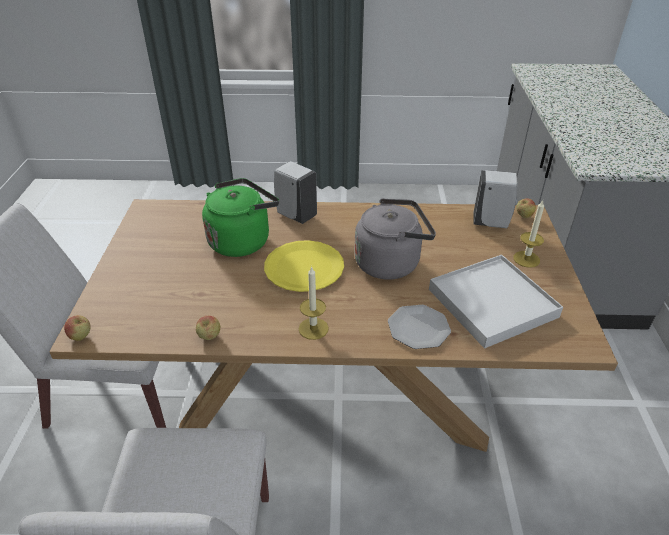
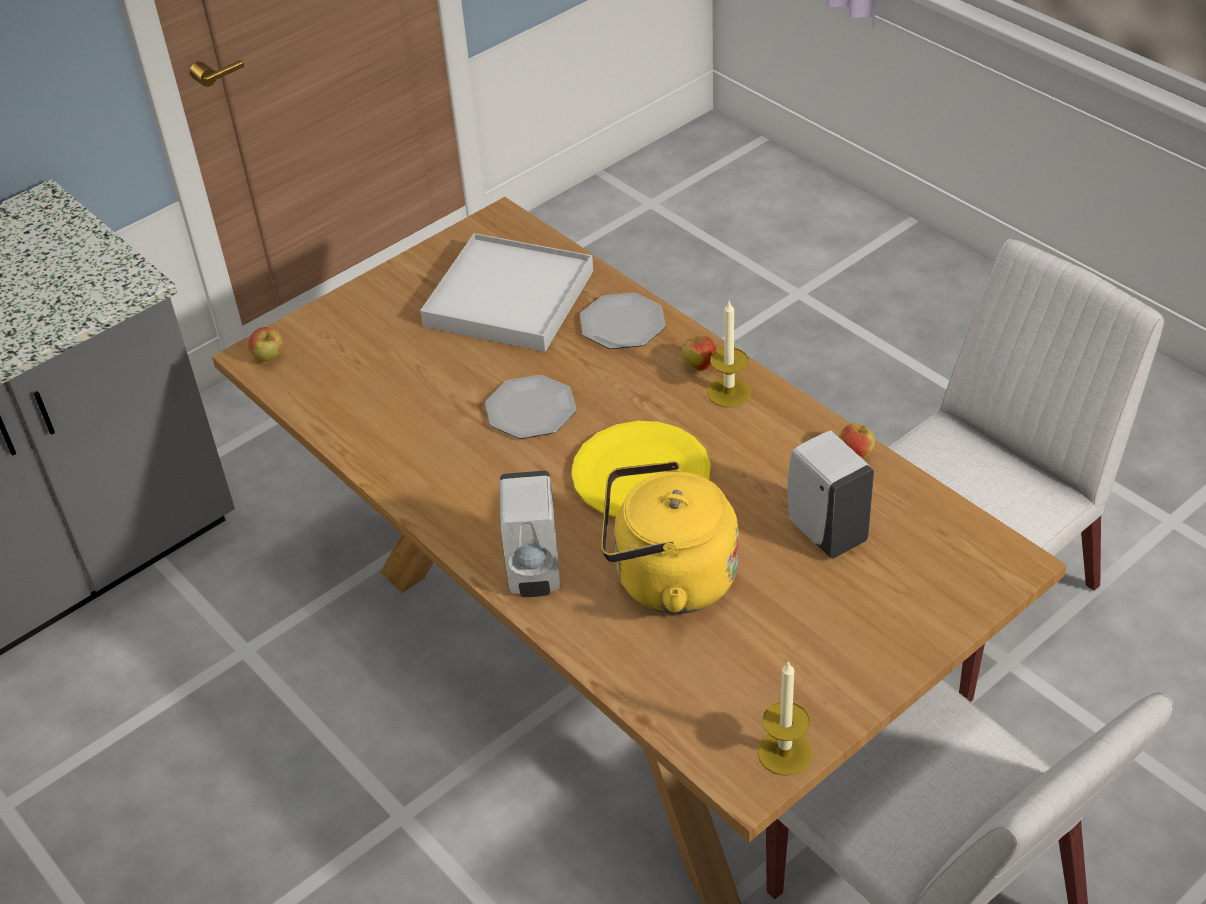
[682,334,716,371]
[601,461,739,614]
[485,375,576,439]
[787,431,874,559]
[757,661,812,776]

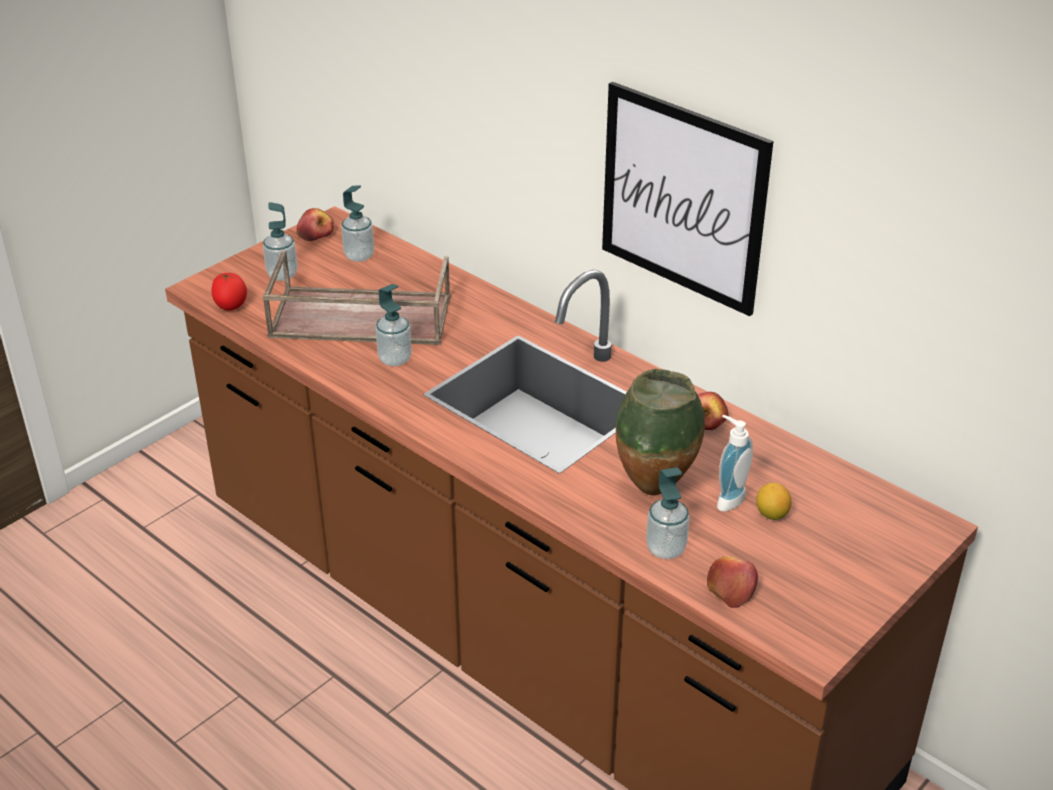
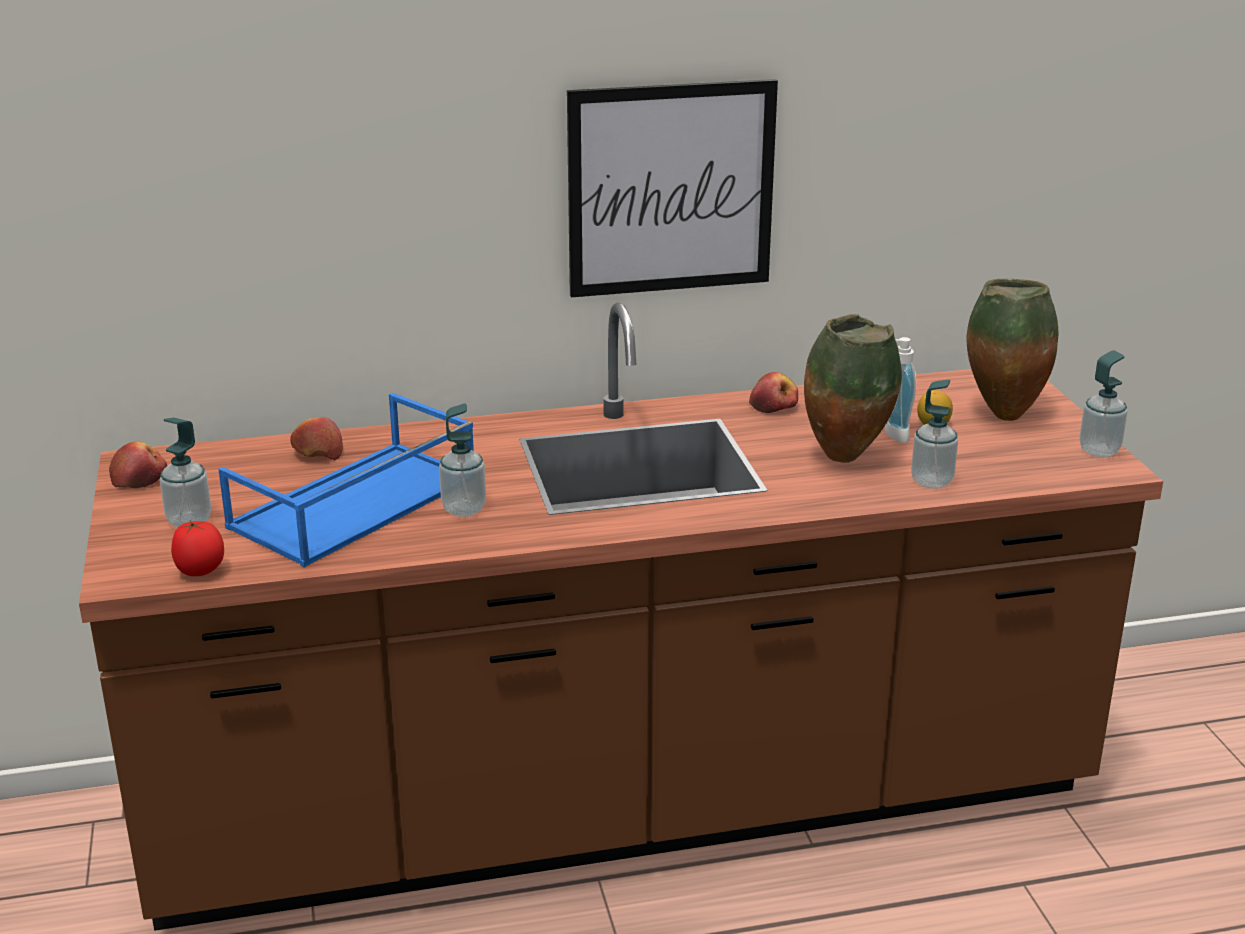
[218,393,474,567]
[1079,350,1128,457]
[290,417,343,460]
[966,279,1058,421]

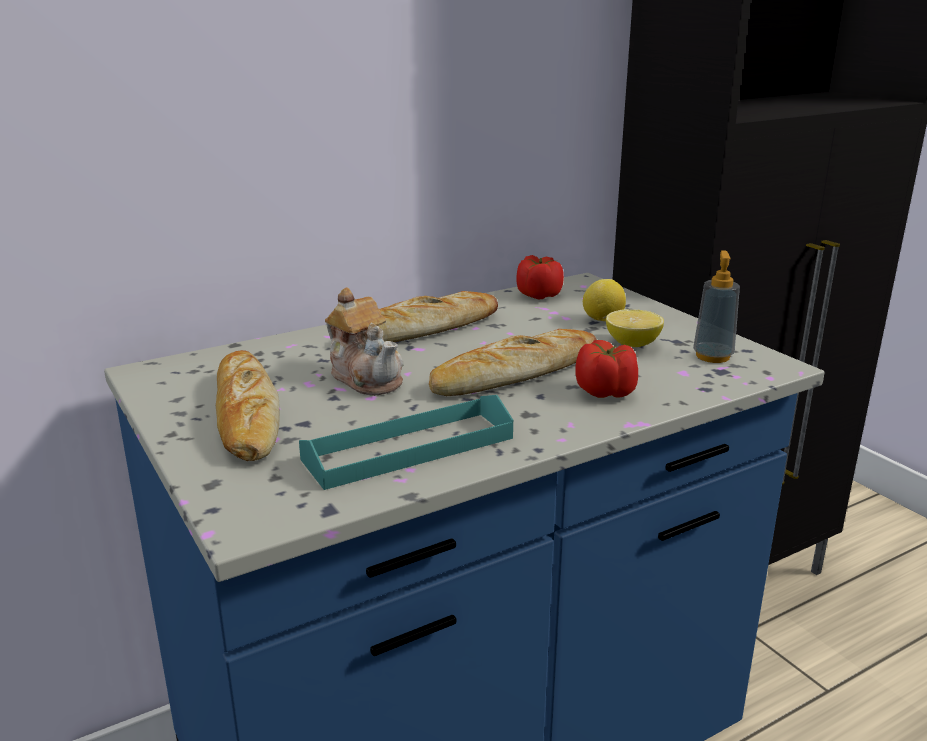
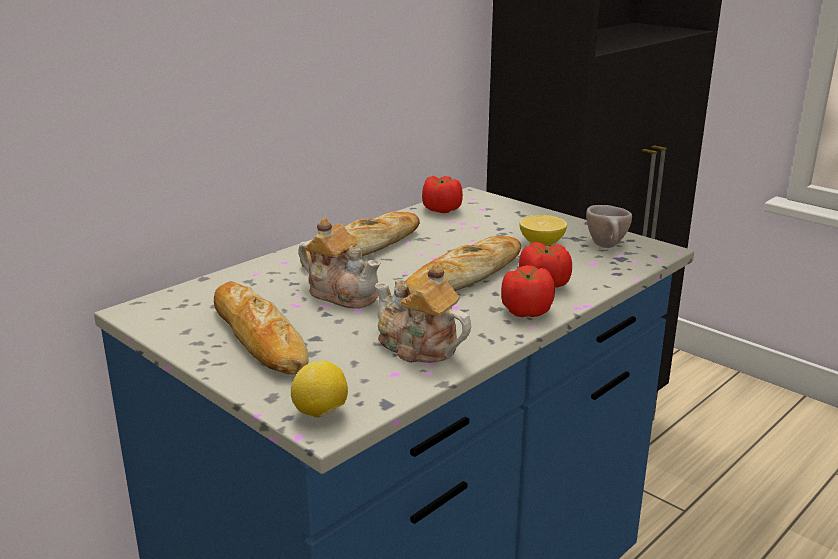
[374,263,471,363]
[291,361,348,417]
[586,205,632,248]
[501,265,555,317]

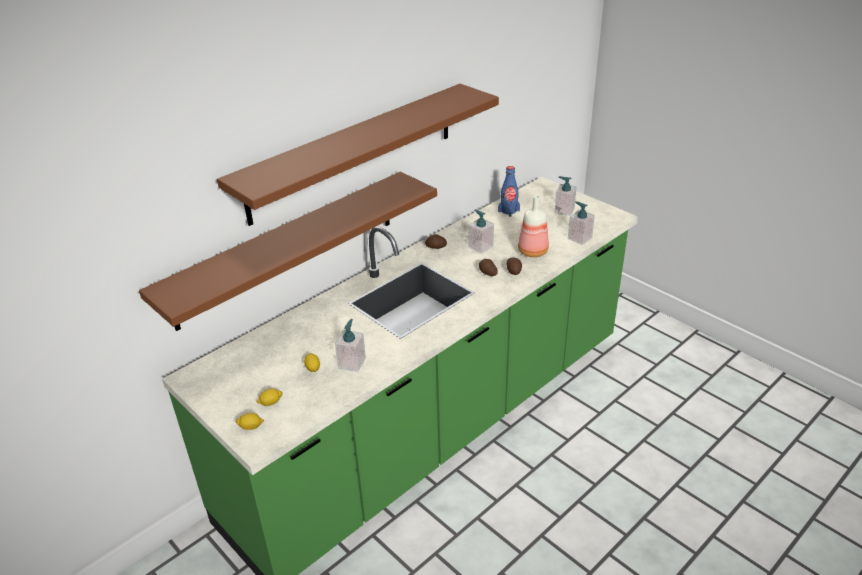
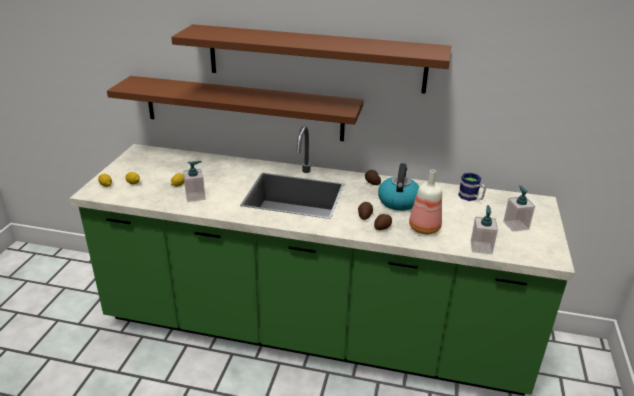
[378,163,419,211]
[458,173,486,201]

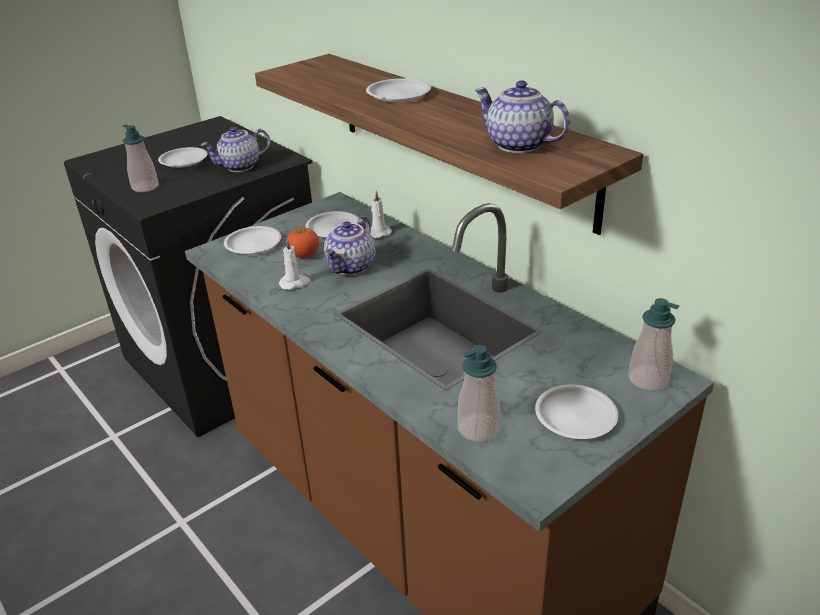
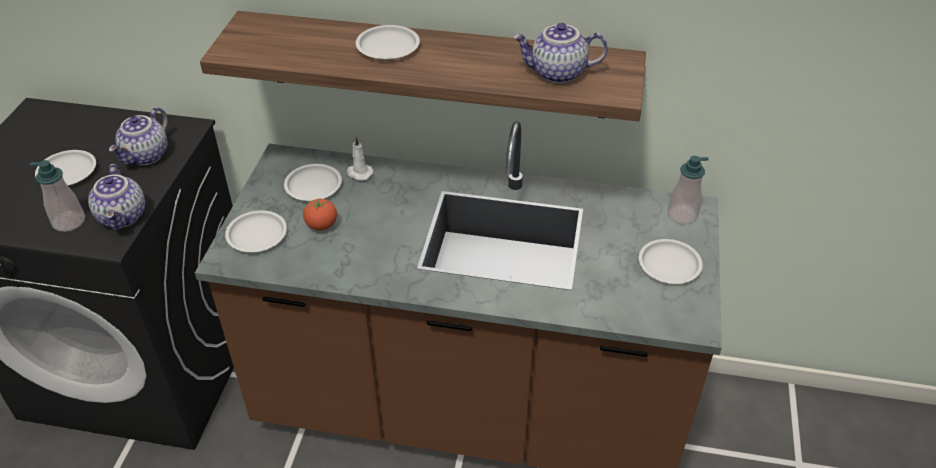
[279,238,310,290] (first image)
[88,164,145,230]
[457,345,501,442] (first image)

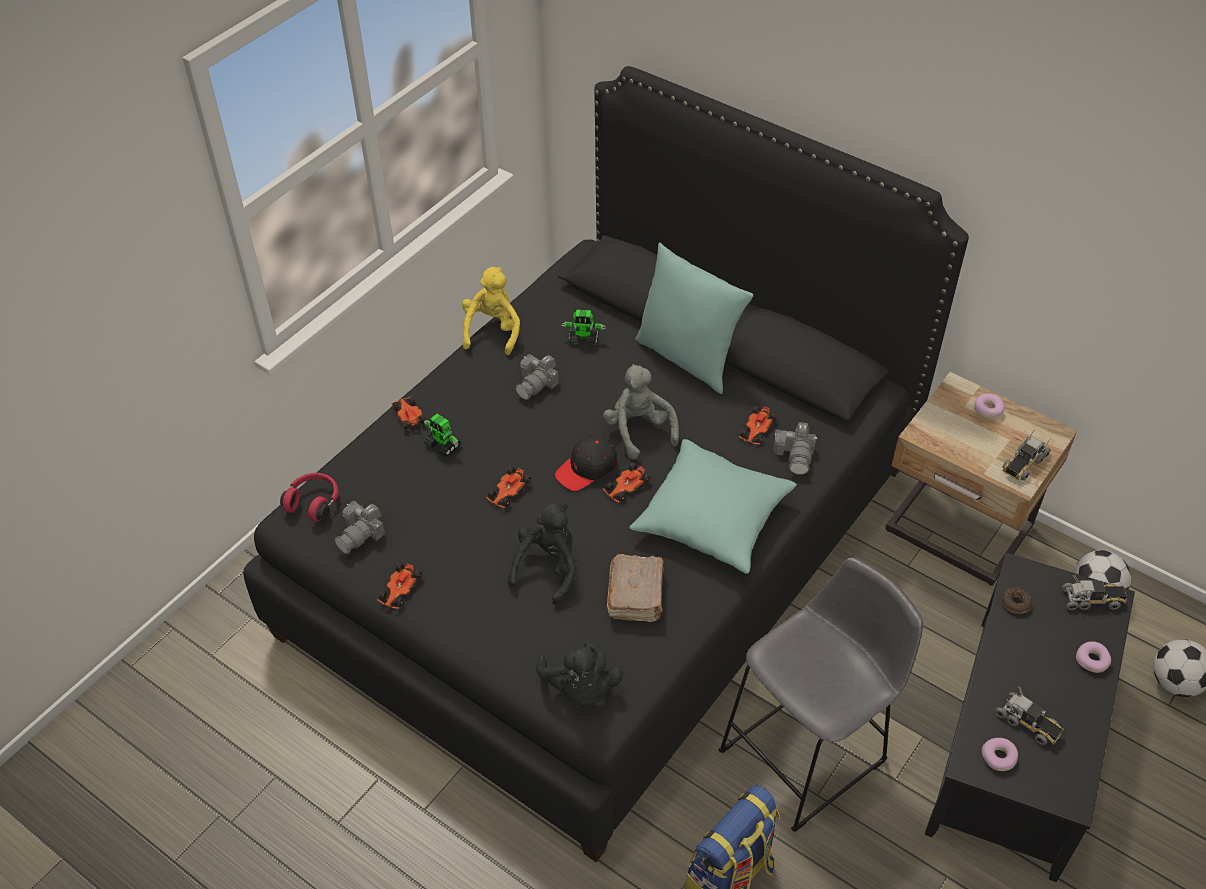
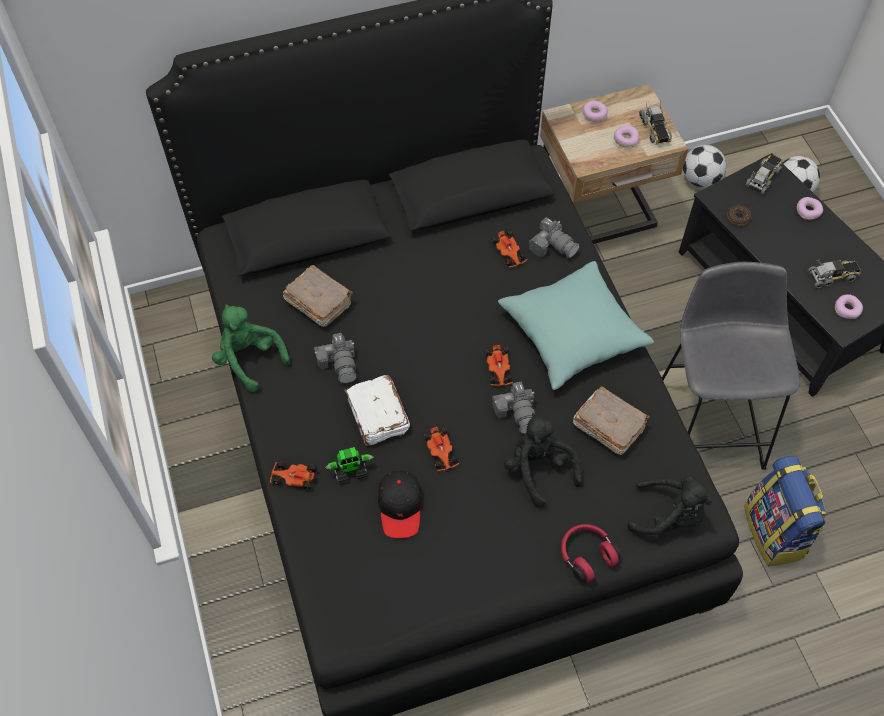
[561,524,621,582]
[492,382,535,434]
[377,563,422,609] (first image)
[212,304,290,392]
[378,470,422,538]
[283,265,353,327]
[603,364,679,459] (first image)
[635,242,753,394] (first image)
[344,375,410,446]
[614,126,640,148]

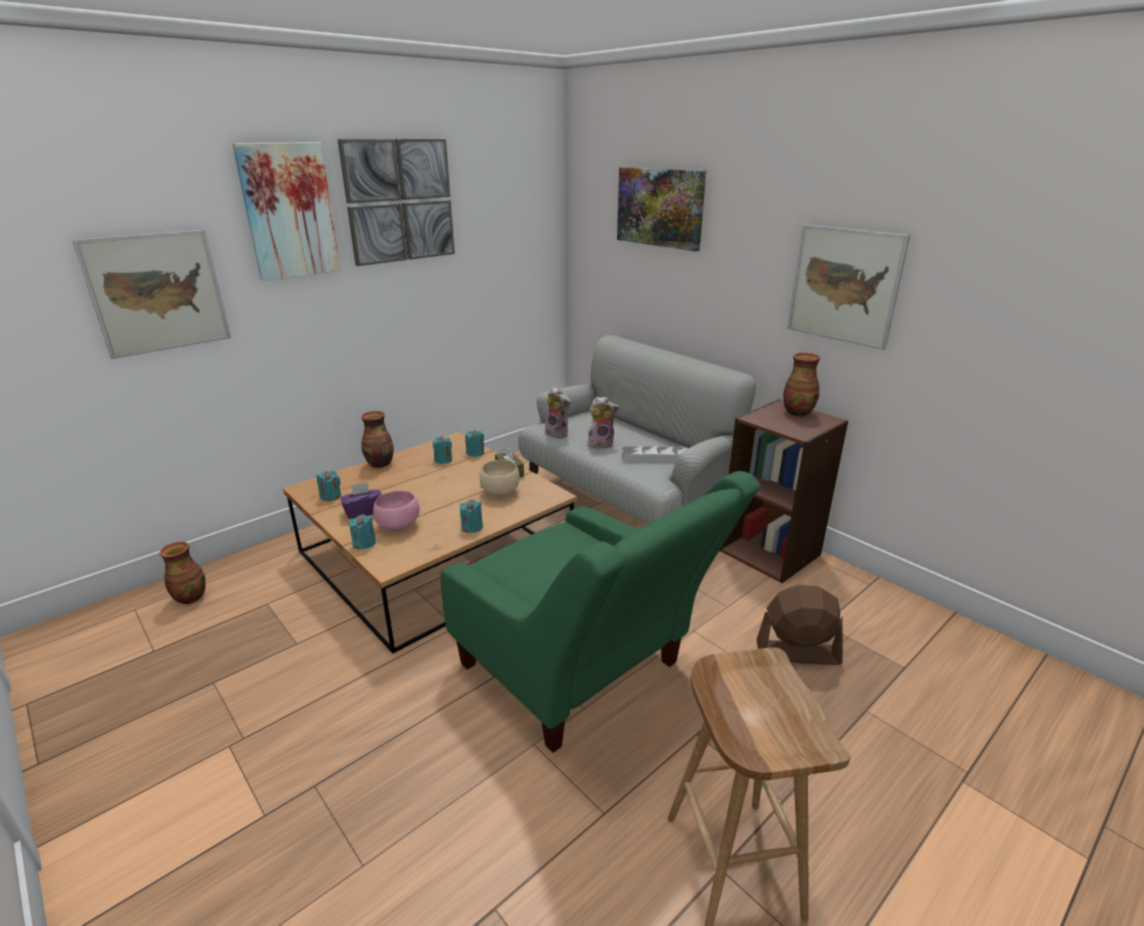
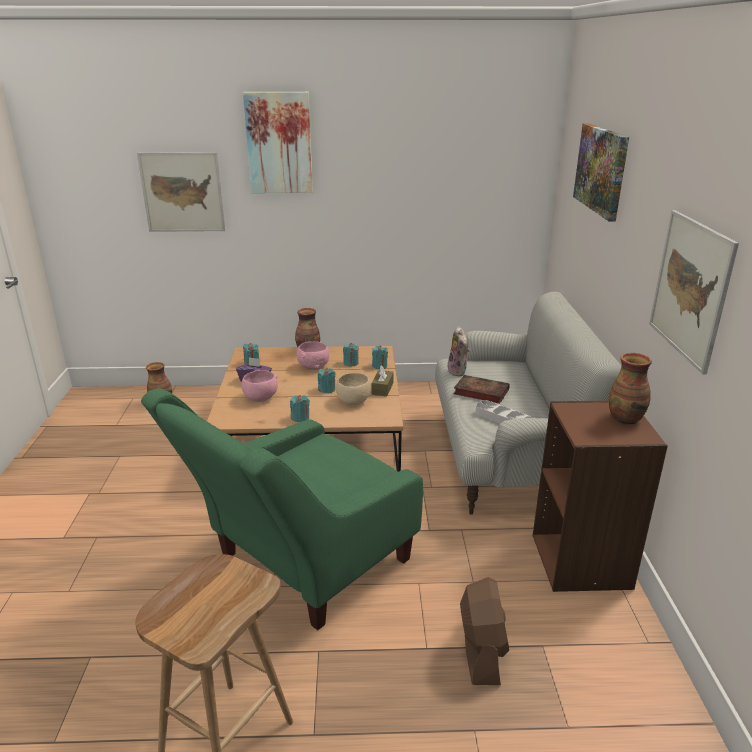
[337,139,455,266] (first image)
[318,368,335,393]
[141,388,423,630]
[454,375,510,403]
[460,577,509,685]
[297,341,329,370]

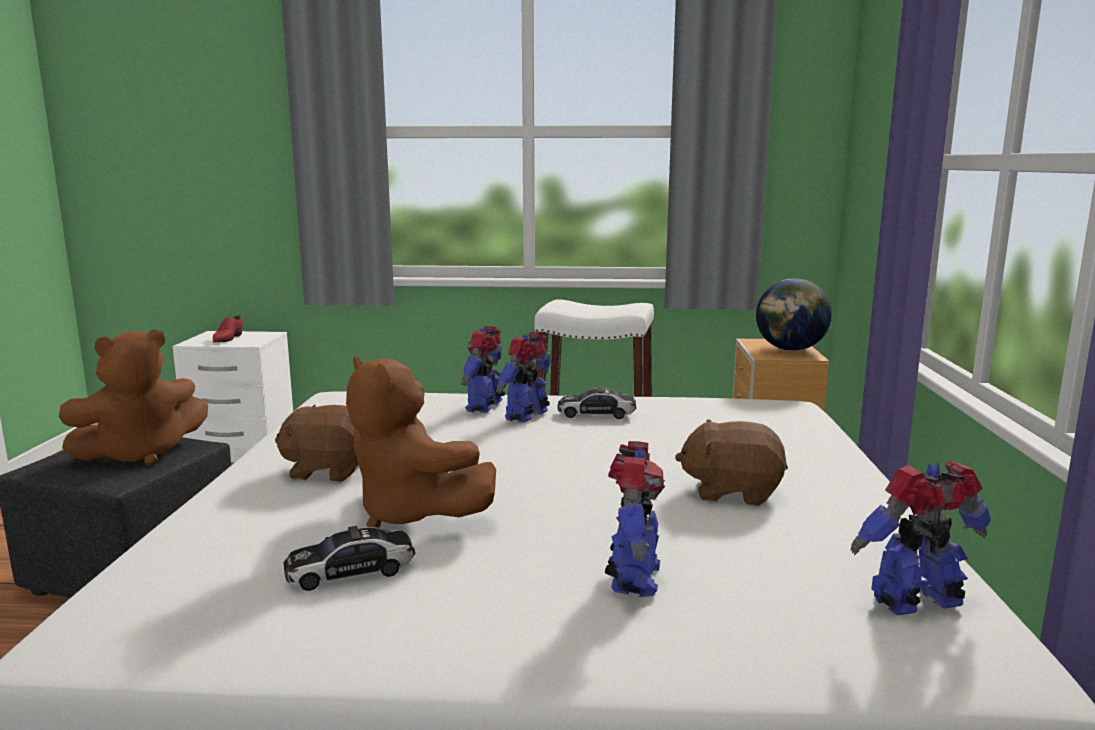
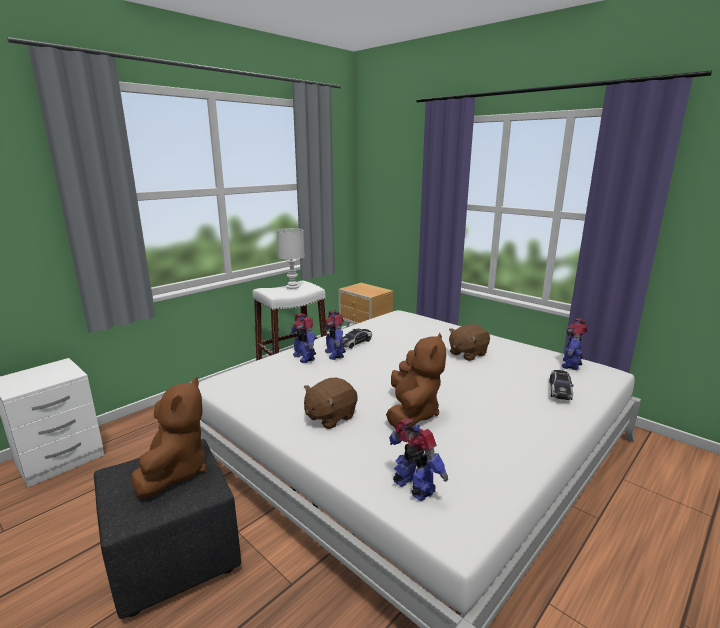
[213,315,243,343] (first image)
[549,370,574,400]
[386,333,446,427]
[389,418,448,501]
[756,278,832,351] (first image)
[276,228,305,289]

